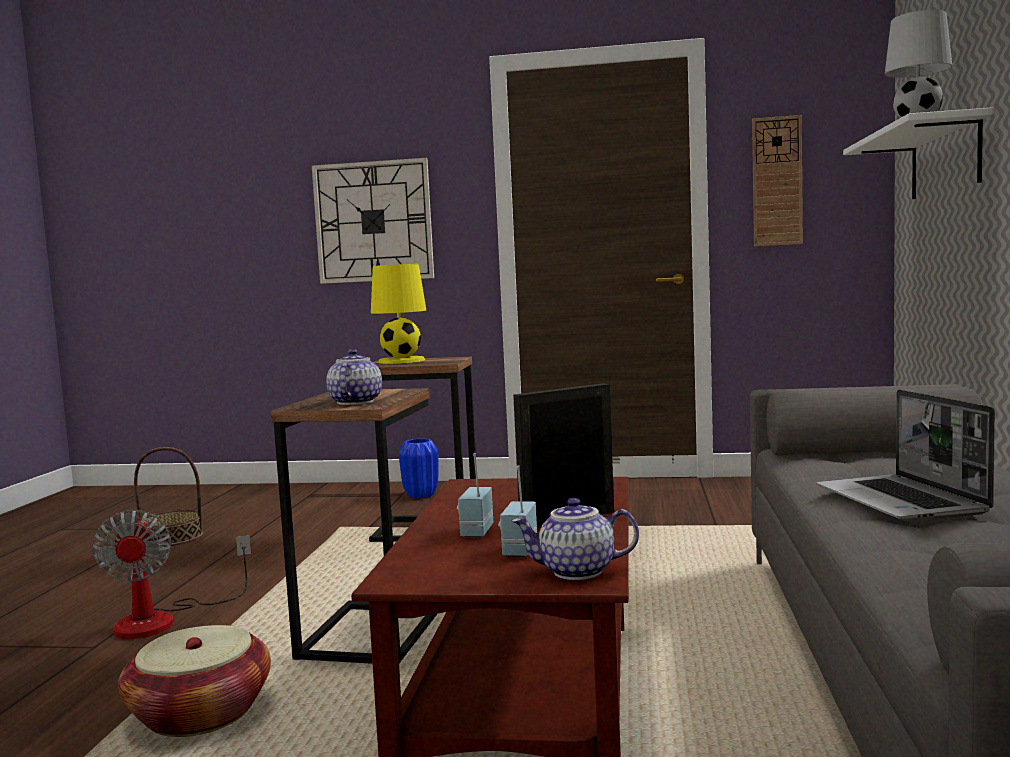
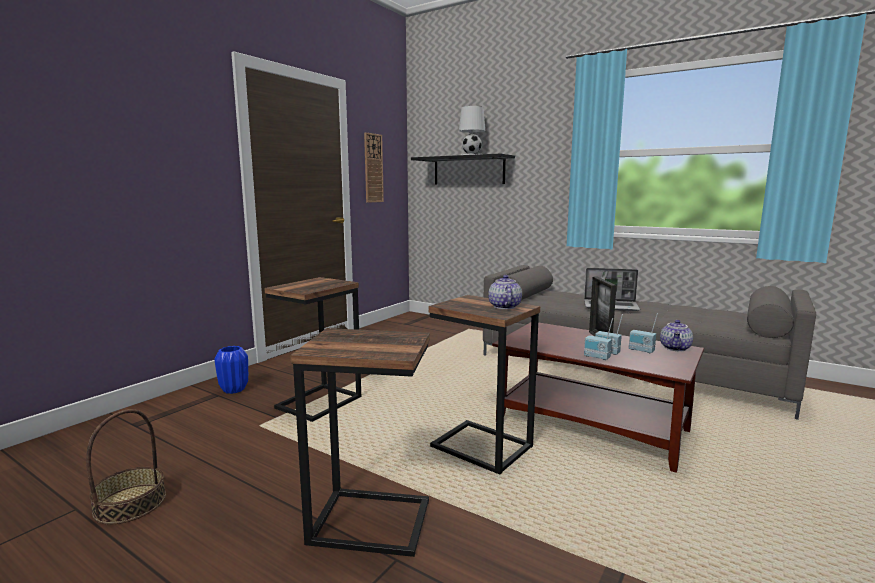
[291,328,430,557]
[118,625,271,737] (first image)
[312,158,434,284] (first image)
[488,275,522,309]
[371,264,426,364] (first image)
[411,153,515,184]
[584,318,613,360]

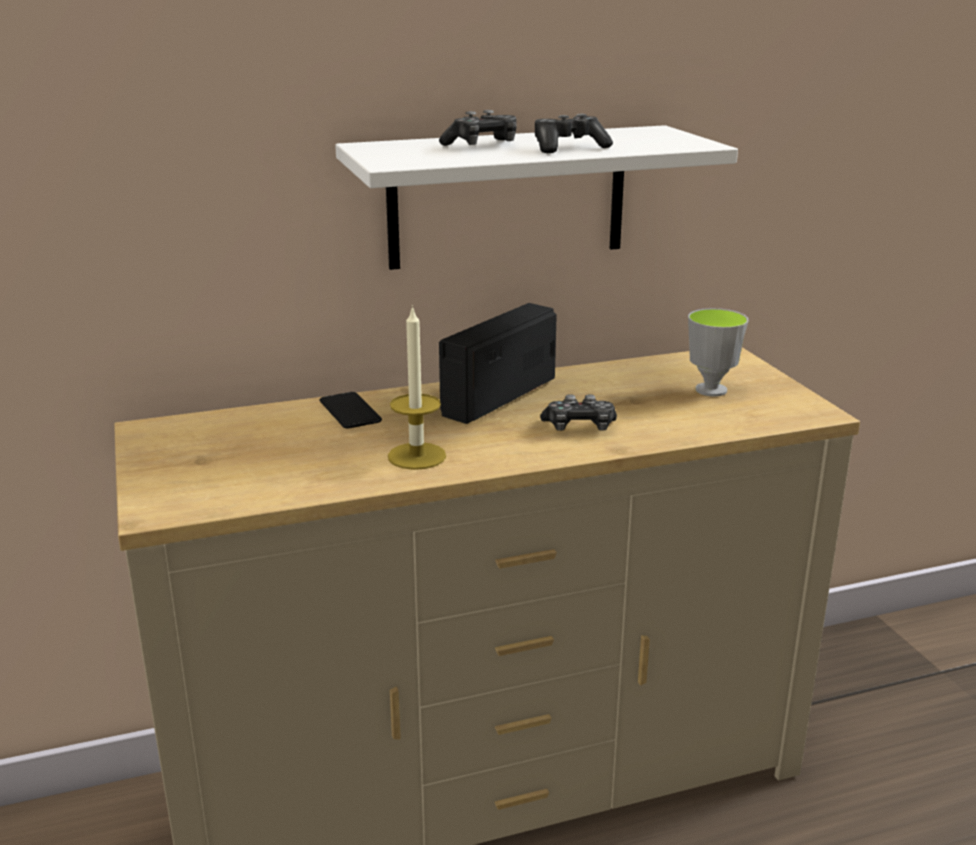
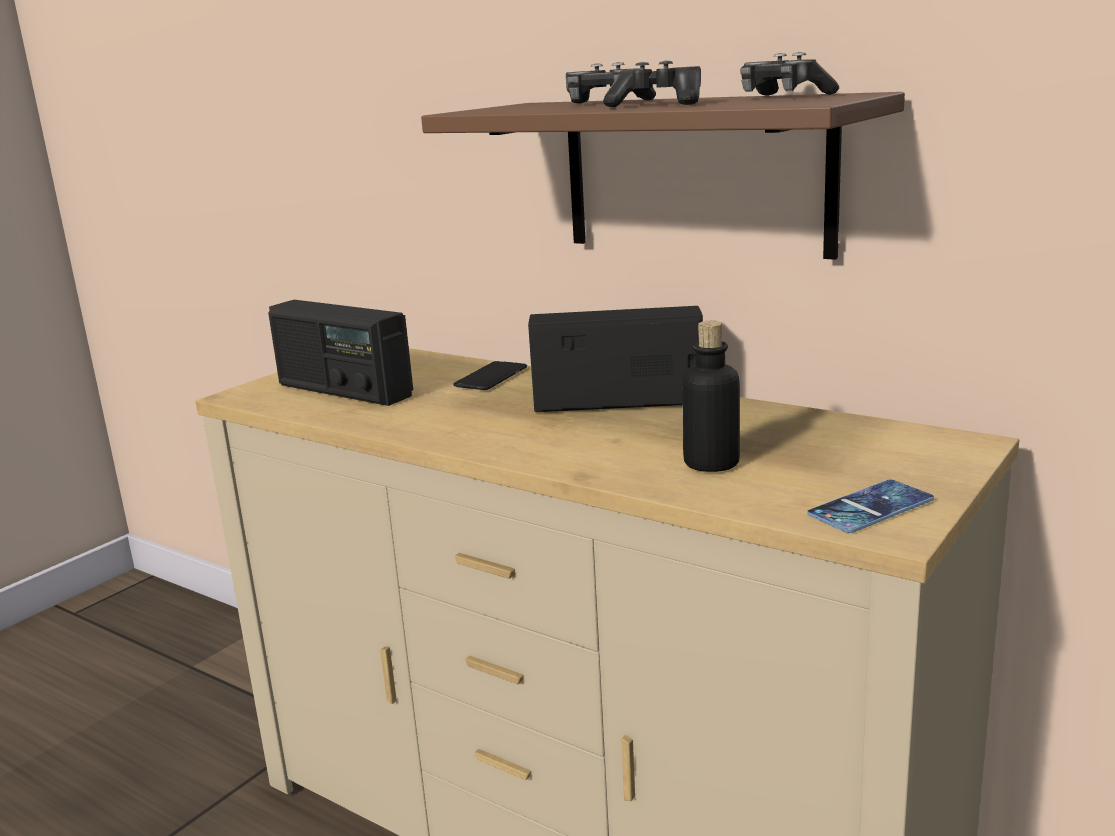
[421,92,905,260]
[388,305,446,470] (first image)
[740,52,839,95]
[688,308,749,396] (first image)
[268,300,413,406]
[682,321,740,472]
[807,480,934,533]

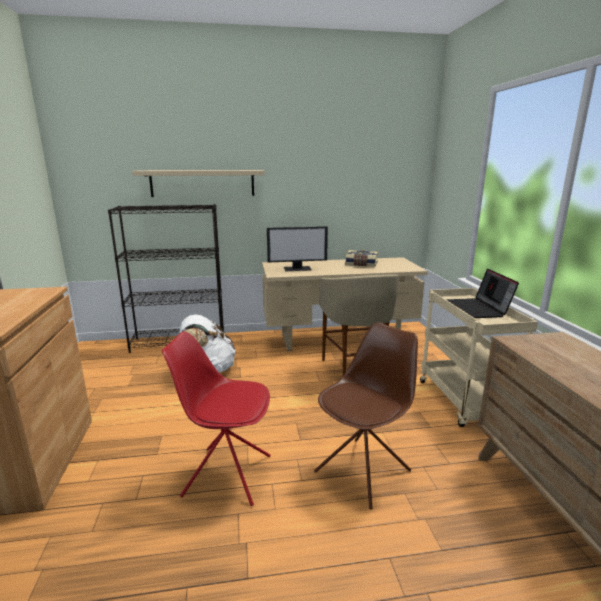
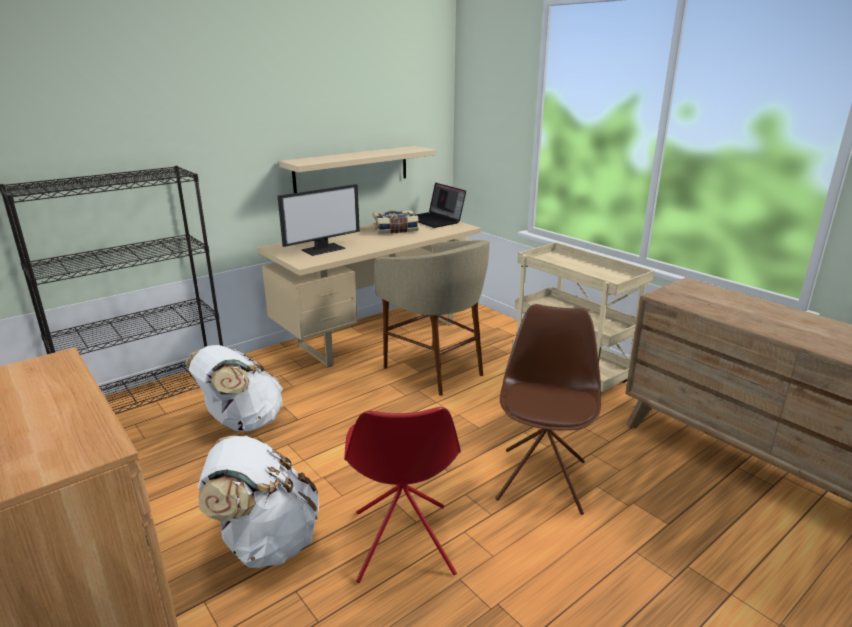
[279,146,436,193]
[344,407,461,583]
[415,183,466,228]
[198,436,319,568]

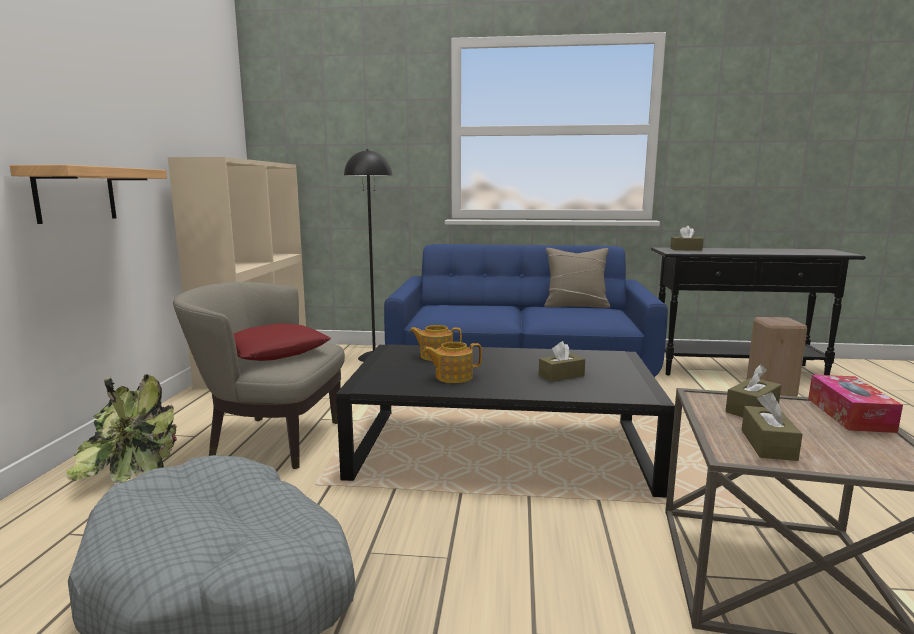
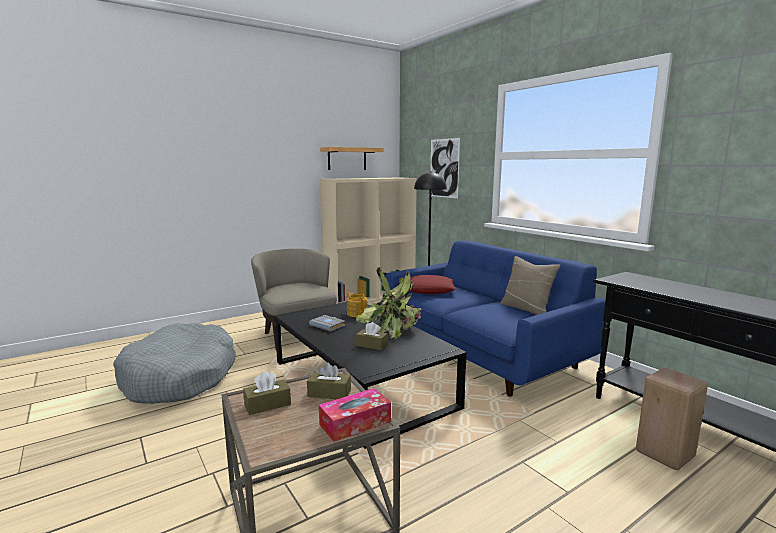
[320,147,384,170]
[356,266,421,340]
[411,275,456,294]
[309,315,346,332]
[670,226,703,251] (first image)
[430,138,460,198]

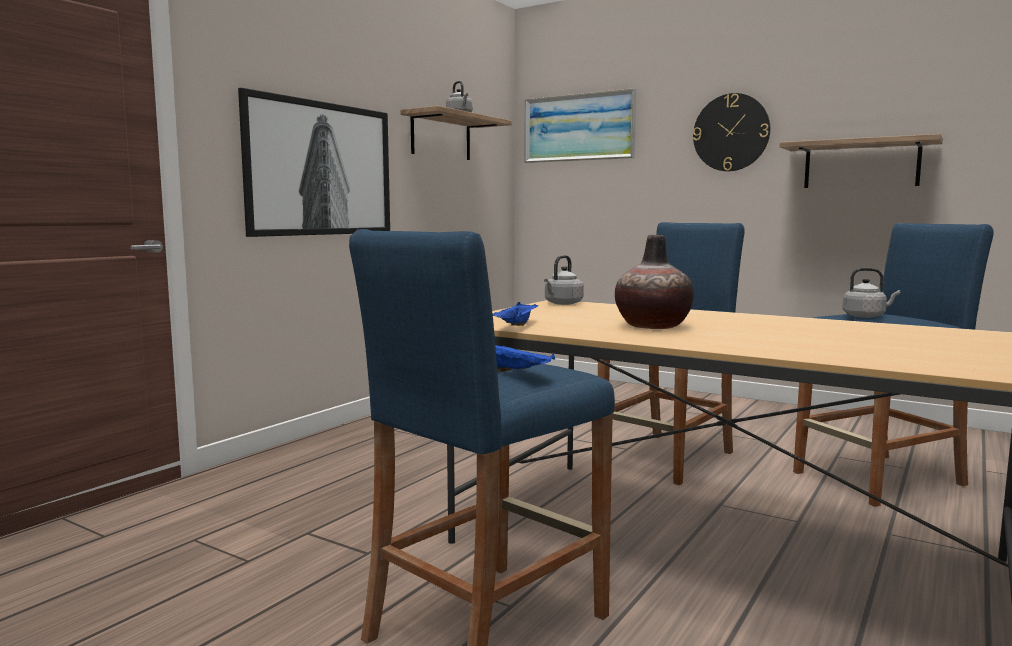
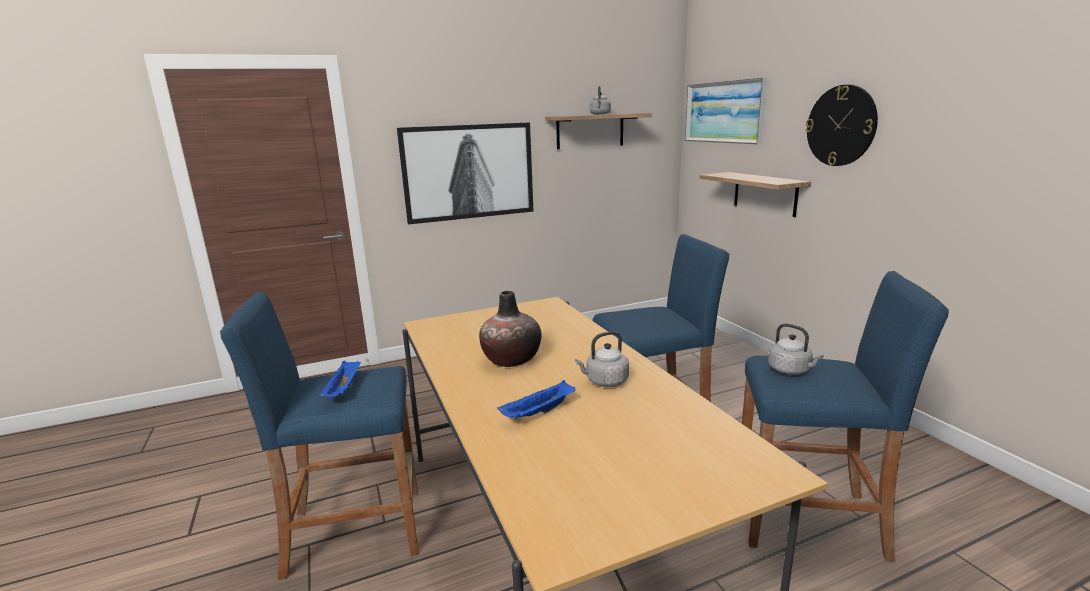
[497,380,576,419]
[575,331,629,387]
[699,172,811,217]

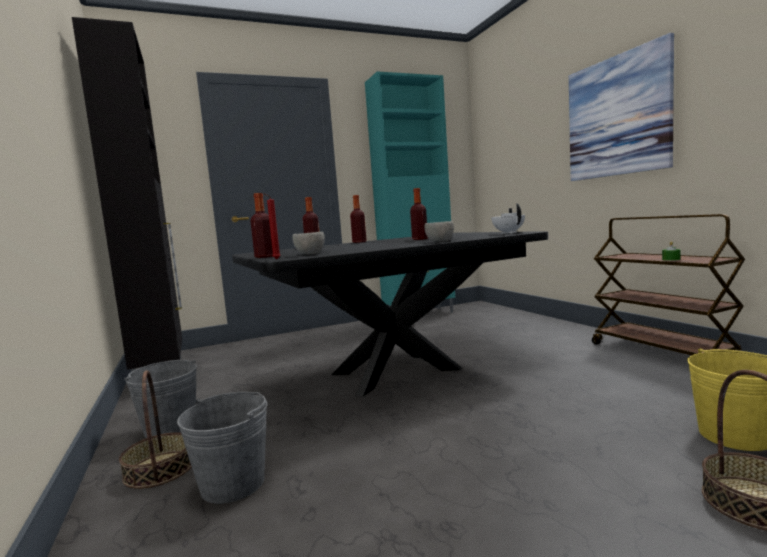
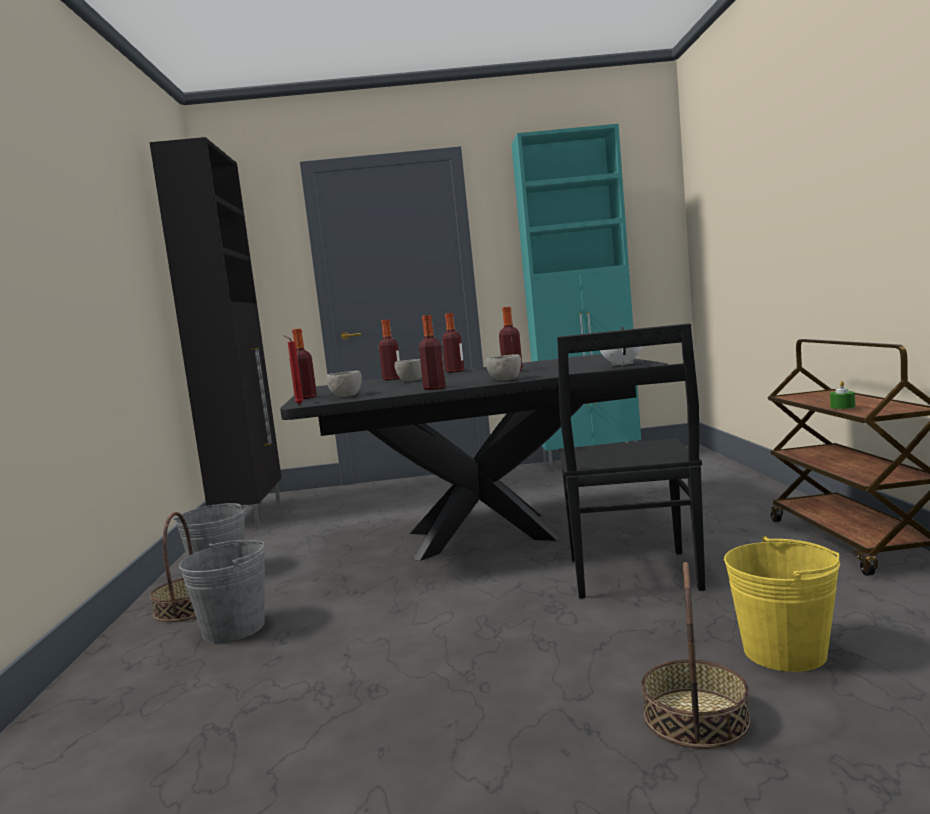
[569,33,674,181] (first image)
[395,359,422,382]
[419,315,445,390]
[557,323,706,599]

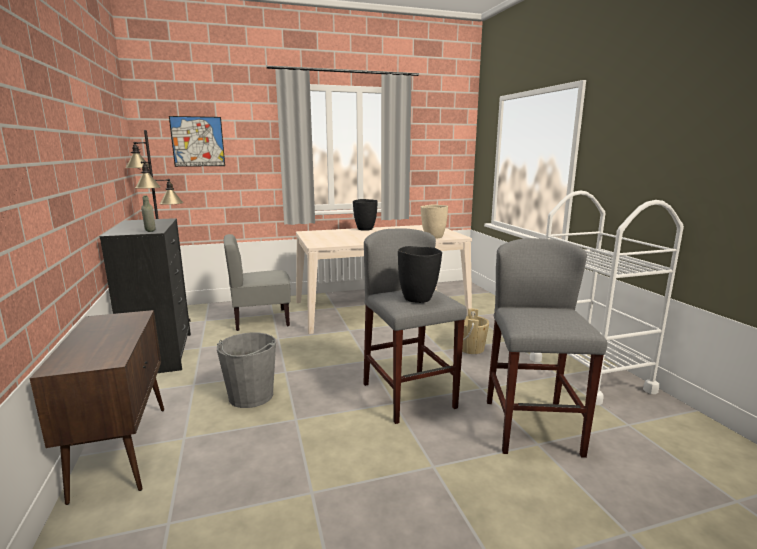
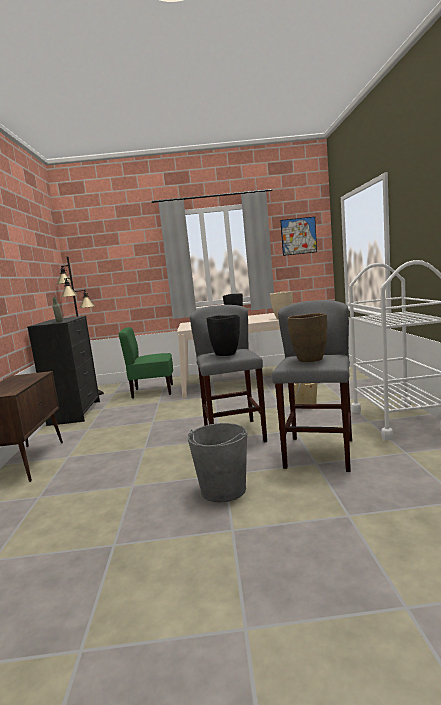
[280,217,317,256]
[188,423,247,503]
[119,327,173,399]
[287,313,327,362]

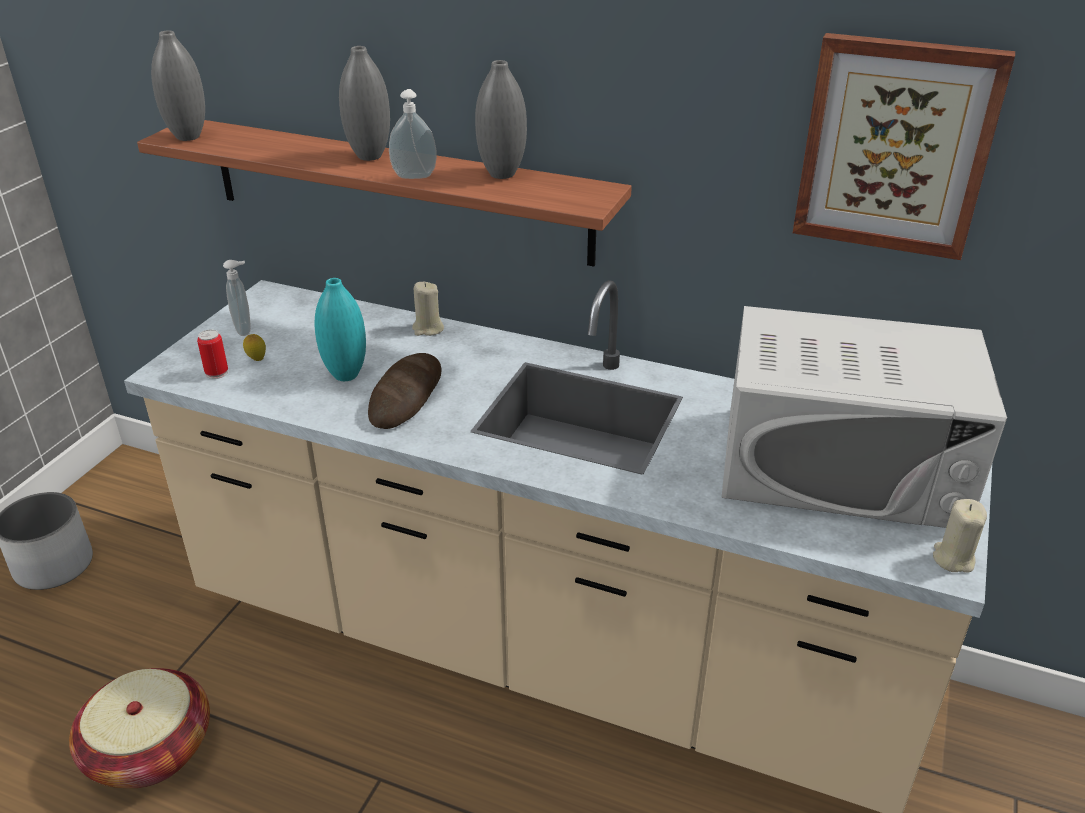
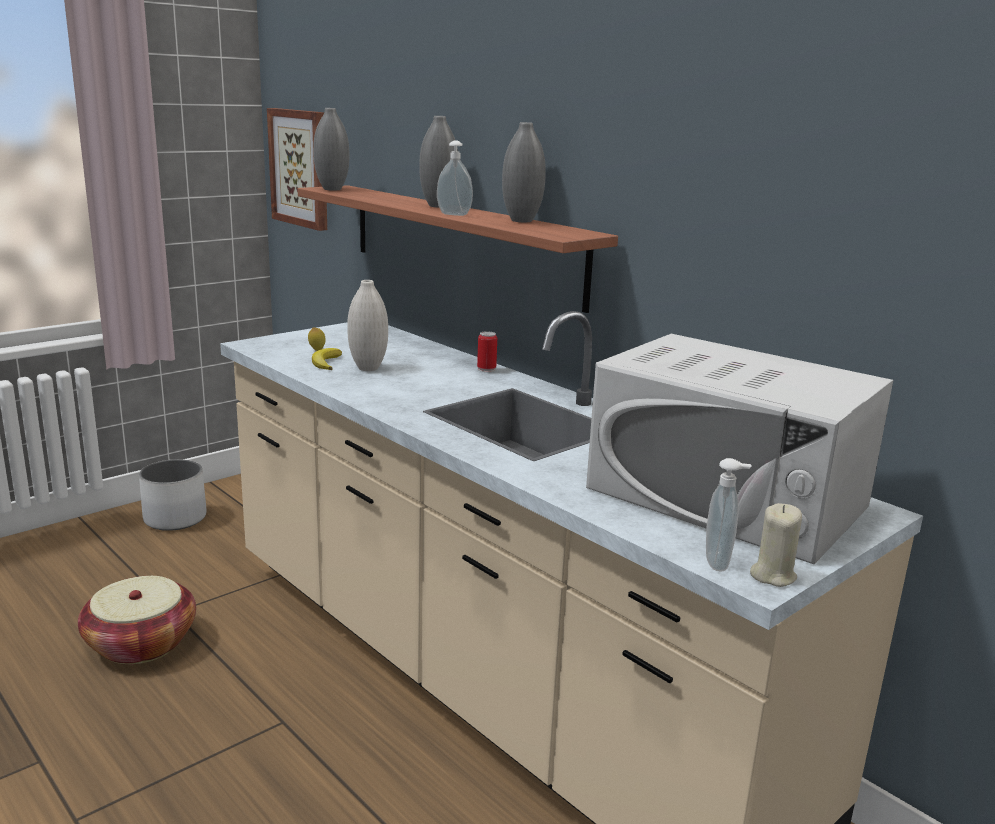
[477,331,497,372]
[706,458,752,571]
[347,280,388,371]
[368,353,441,429] (first image)
[412,282,444,336] (first image)
[267,108,327,231]
[312,348,342,370]

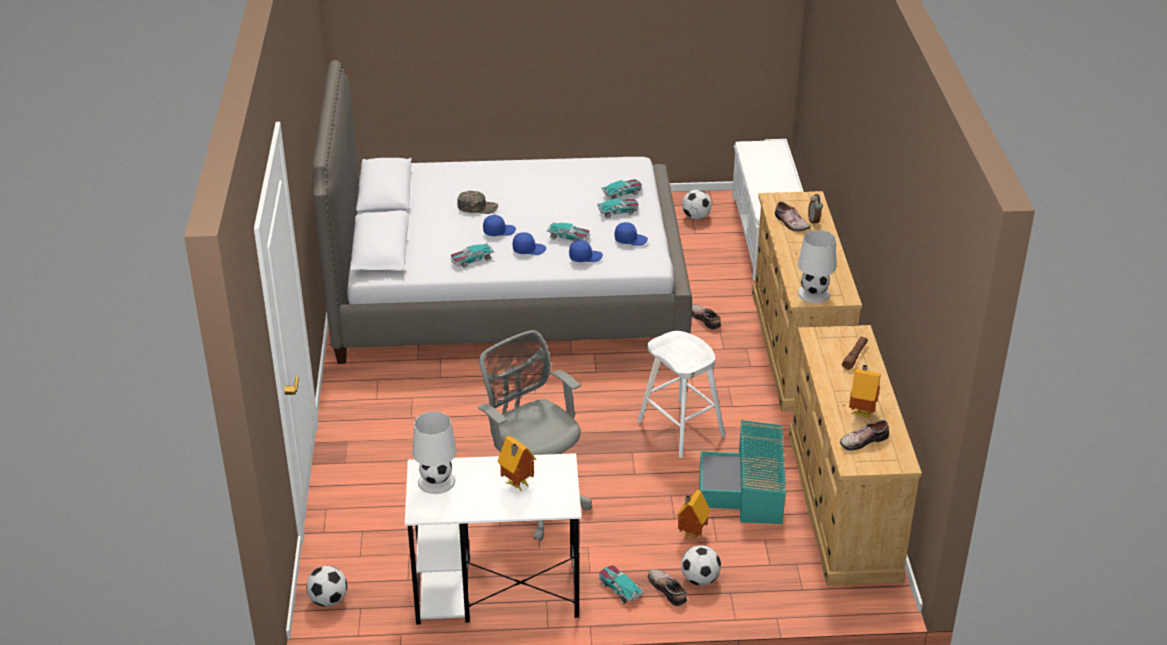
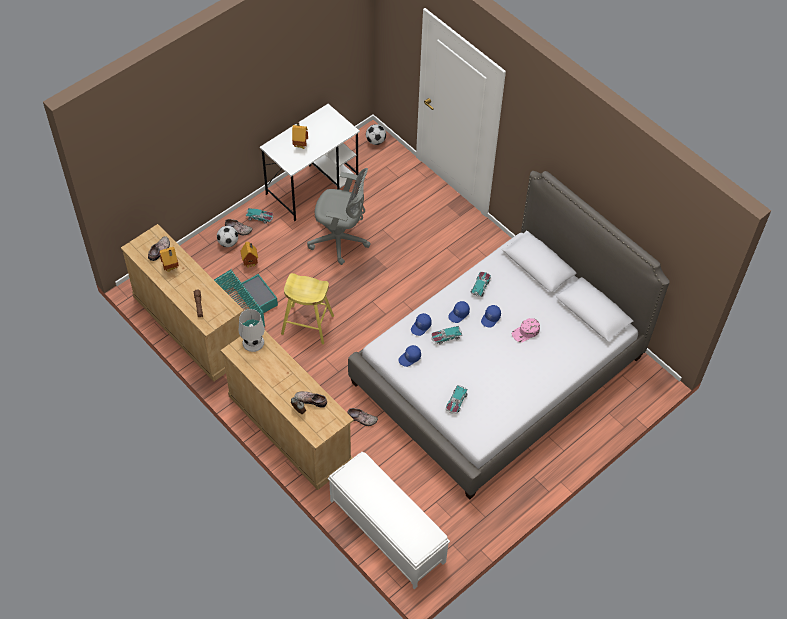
[412,411,457,494] (first image)
[512,318,540,342]
[597,198,639,218] (first image)
[281,273,334,344]
[682,190,712,219] (first image)

